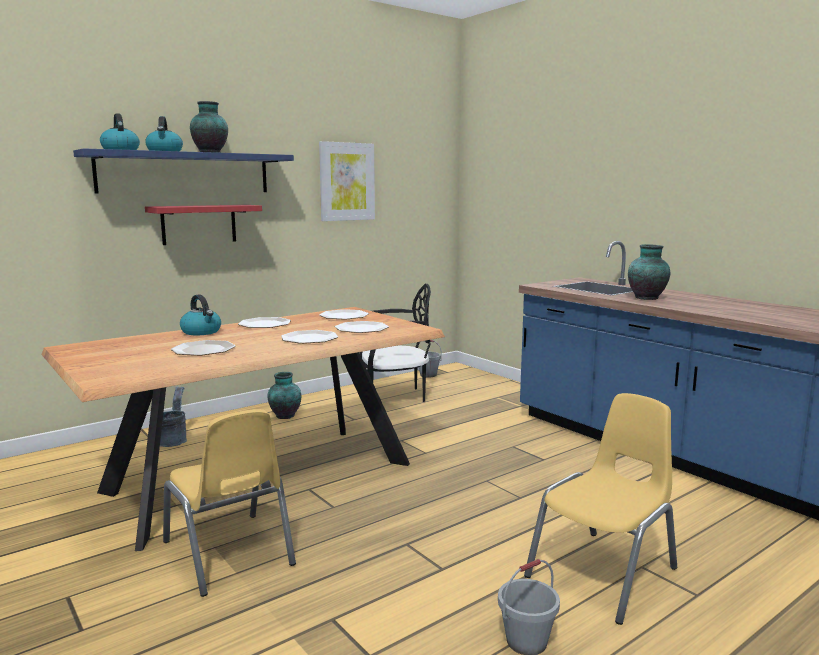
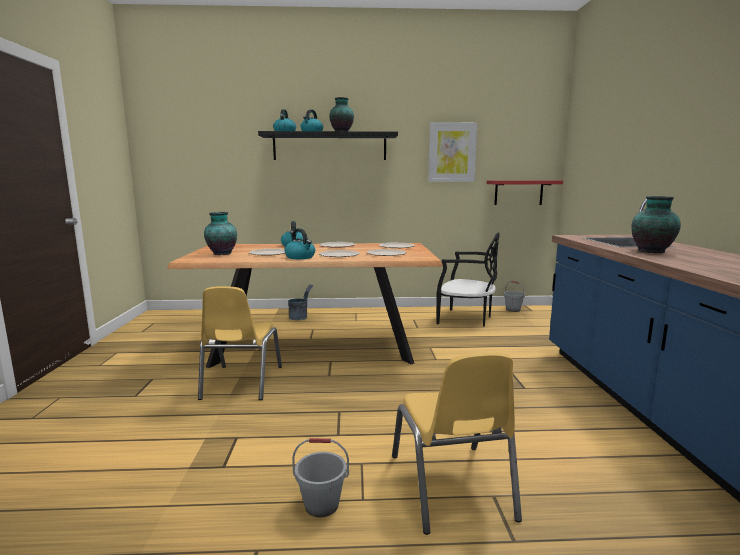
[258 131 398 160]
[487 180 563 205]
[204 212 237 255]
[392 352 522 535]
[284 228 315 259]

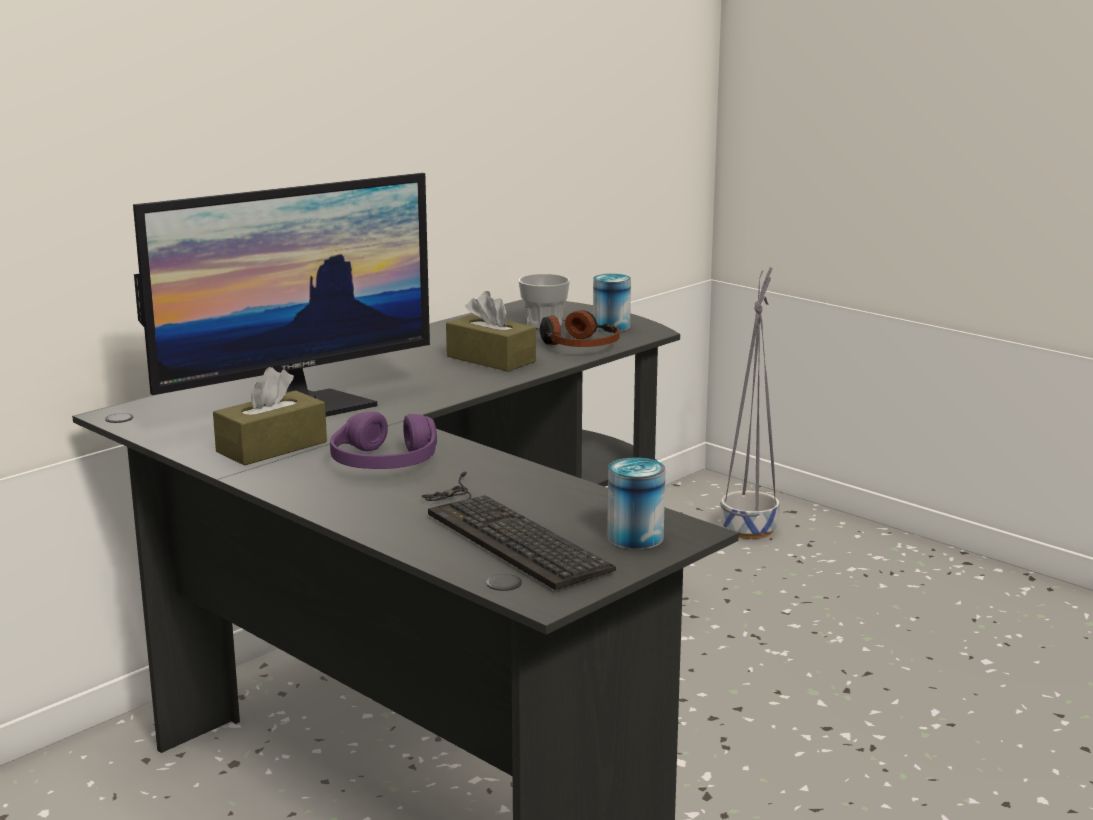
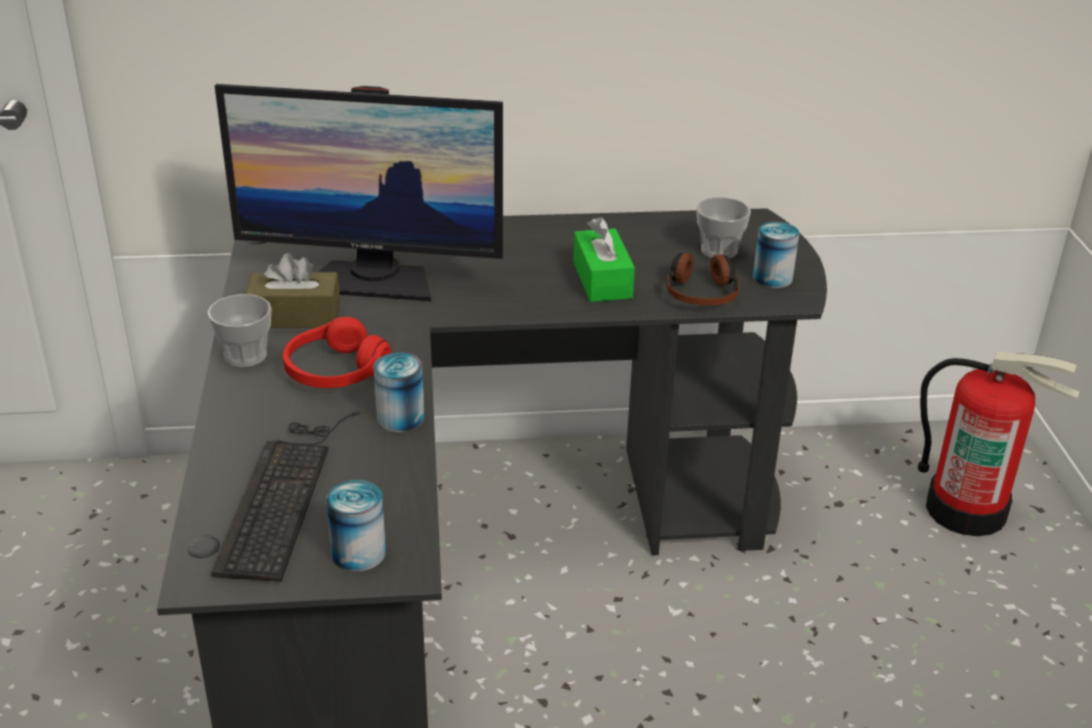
[918 351 1080 537]
[573 217 635 302]
[283 317 391 388]
[208 294 272 367]
[374 353 424 432]

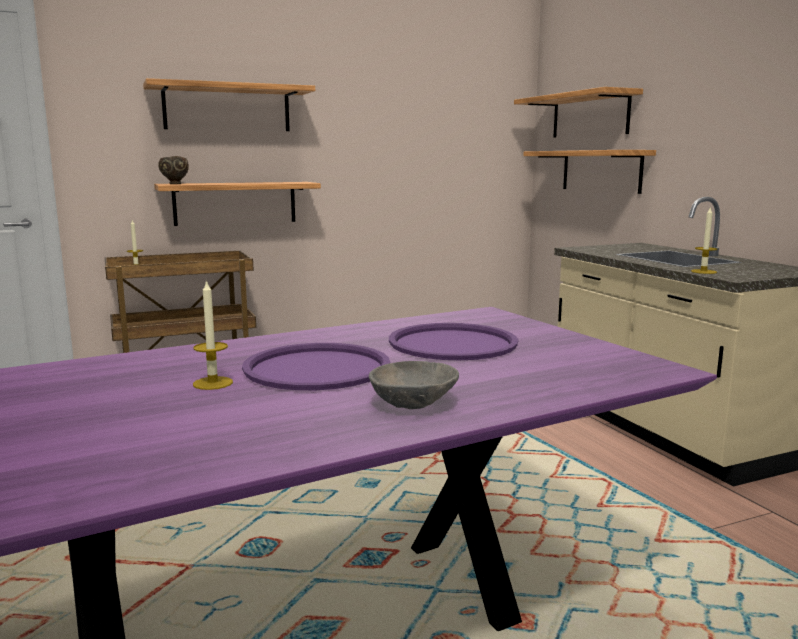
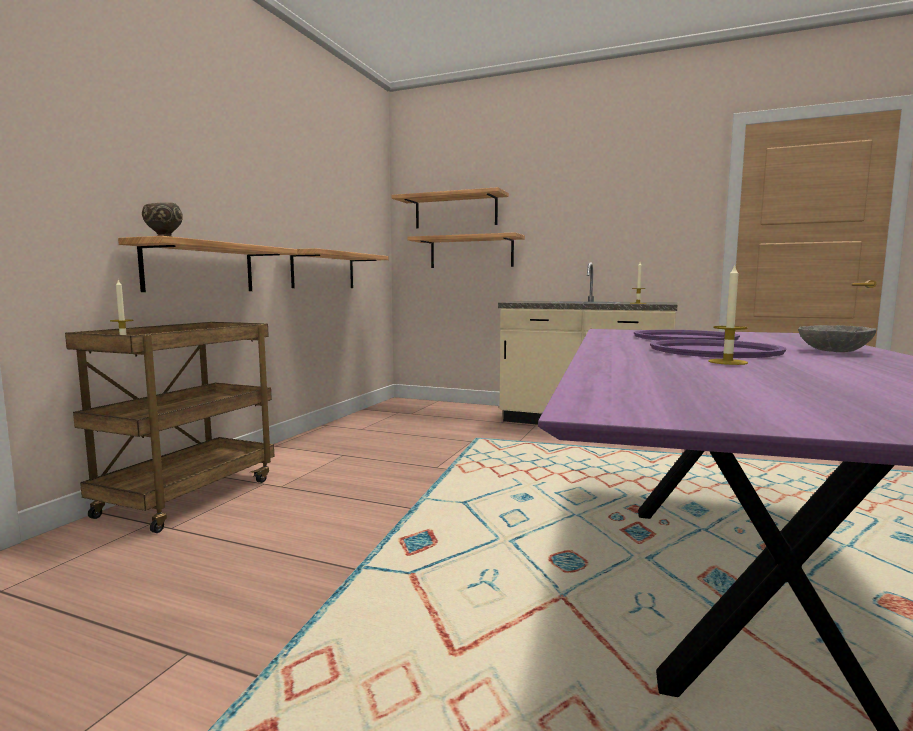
[290 248 389 288]

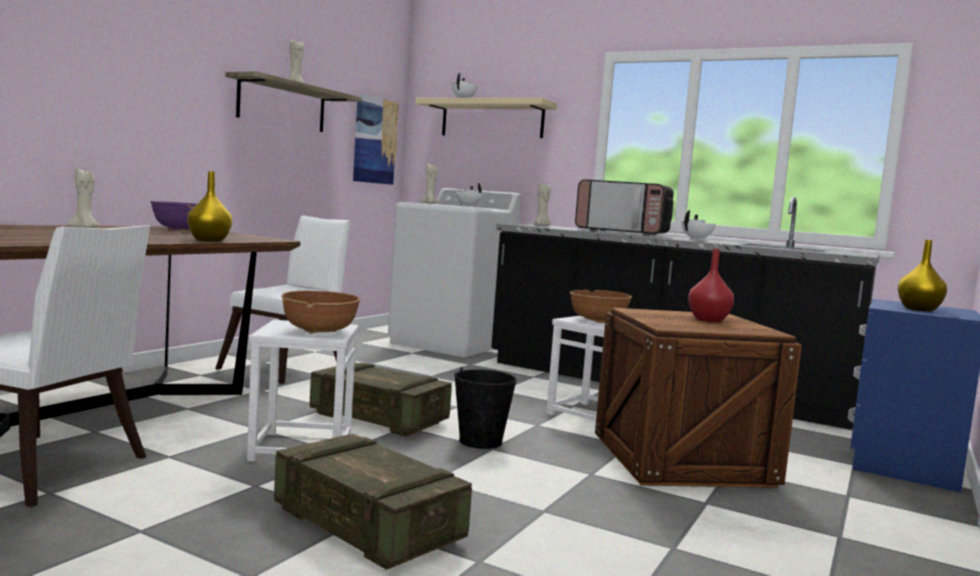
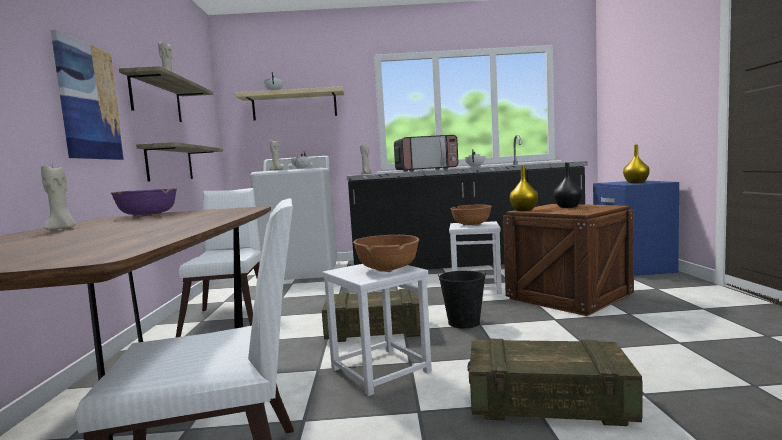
[51 30 125 160]
[510 165 538 211]
[553 163 583 208]
[136 142 223 181]

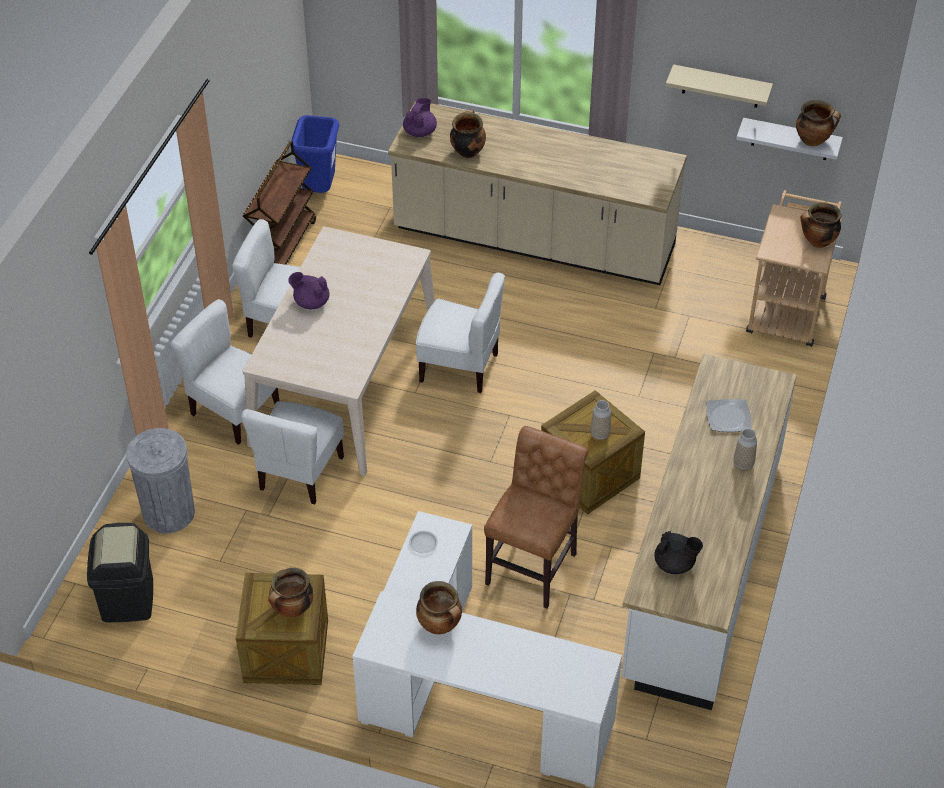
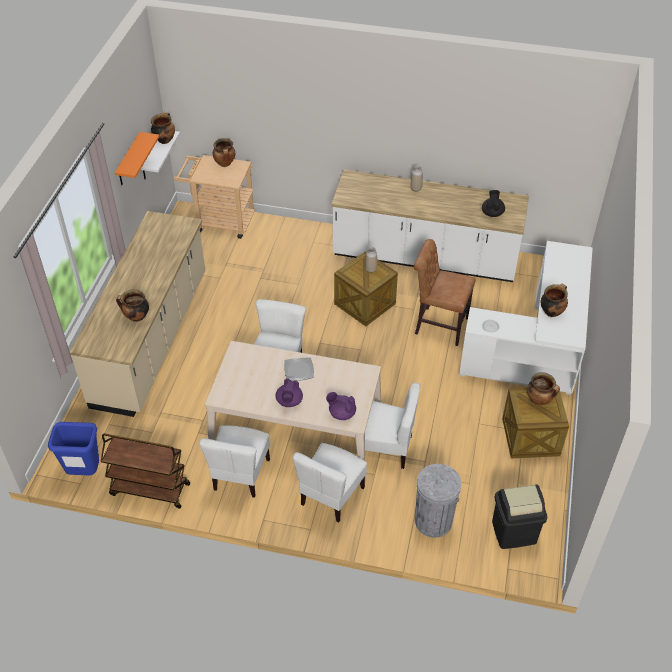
[115 132 159 185]
[326 392 356 420]
[284 357 314 381]

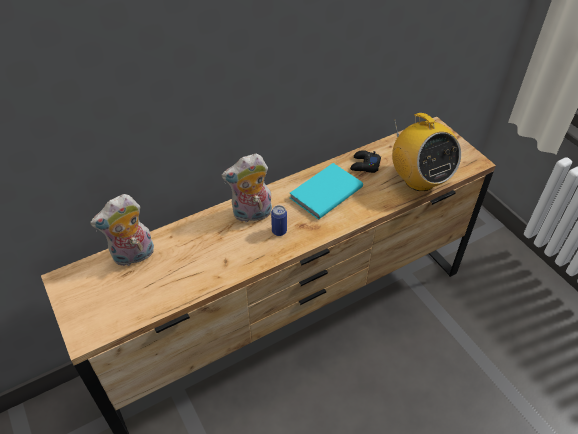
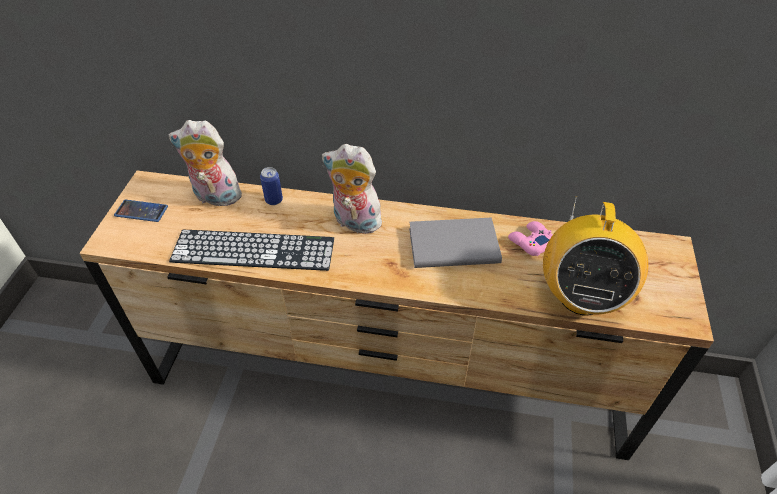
[508 221 553 256]
[409 217 502 268]
[260 167 283 205]
[114 200 168 222]
[169 230 334 271]

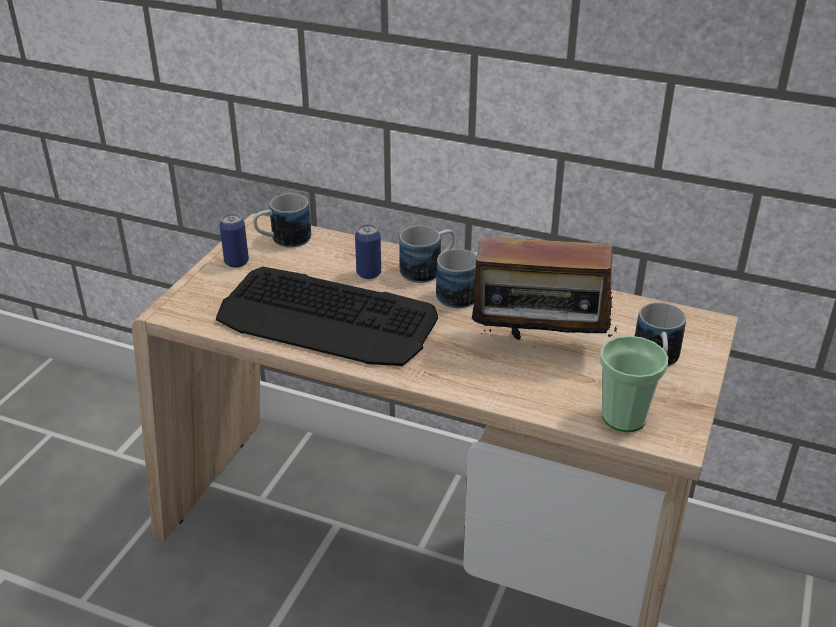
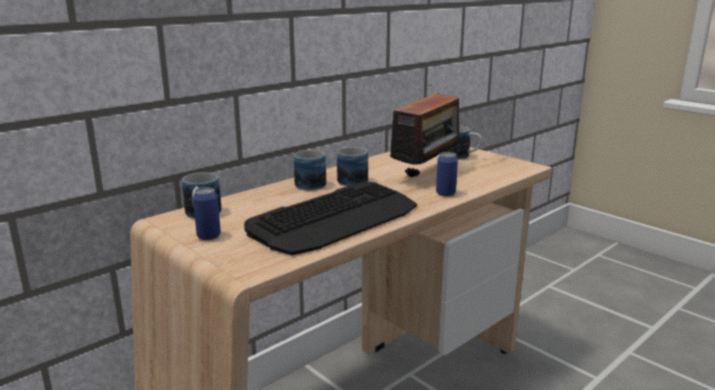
[436 152 458 196]
[600 336 668 432] (first image)

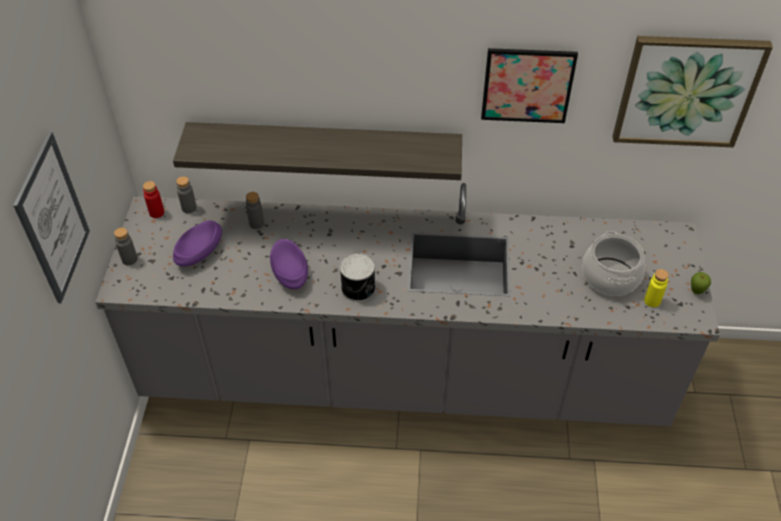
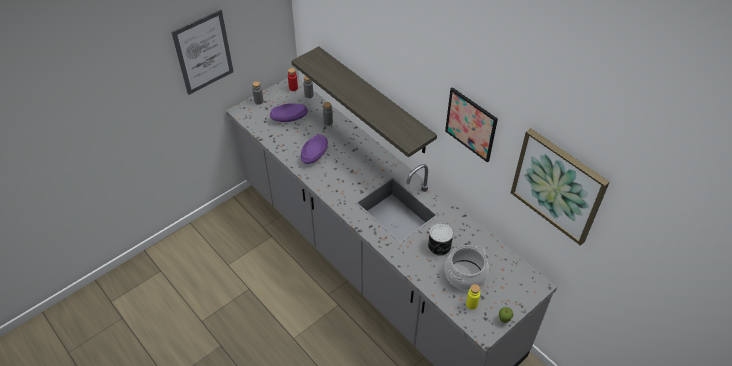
[428 223 454 256]

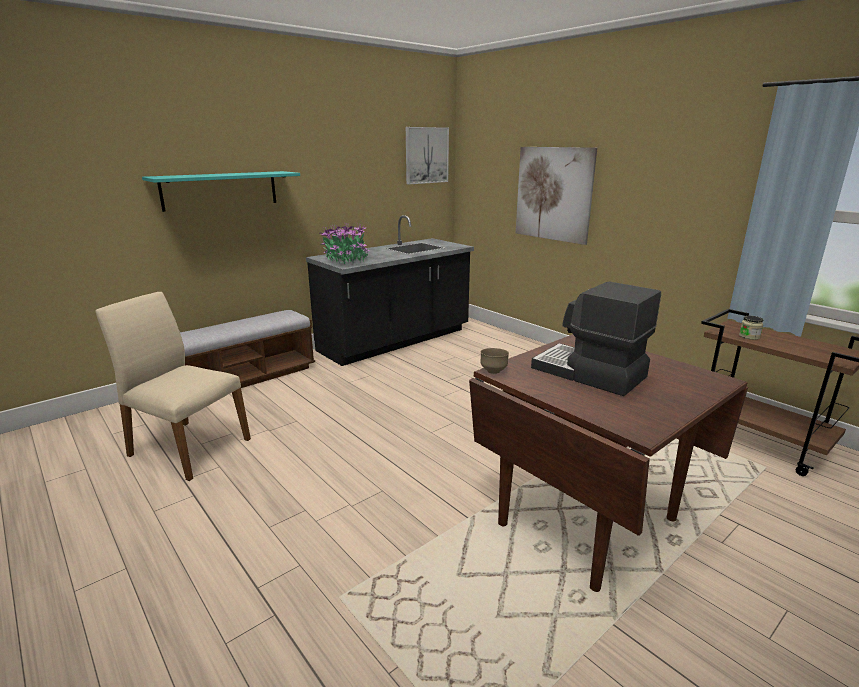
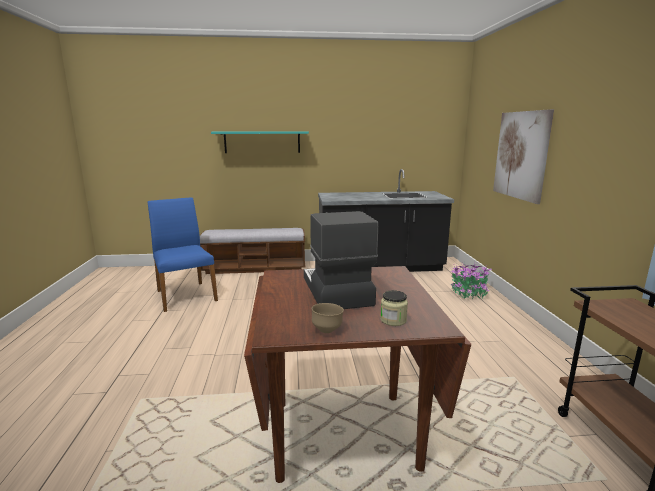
[406 127 449 184] (first image)
[451 261 492 299]
[148 197 218 312]
[381 290 408 326]
[312 303 344 333]

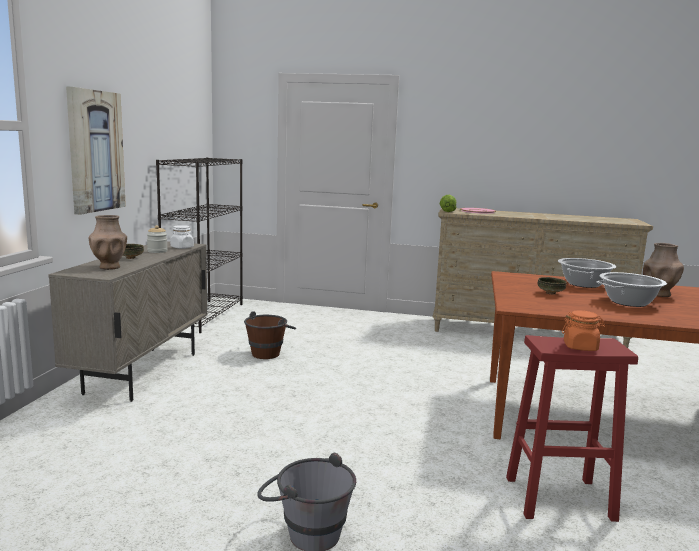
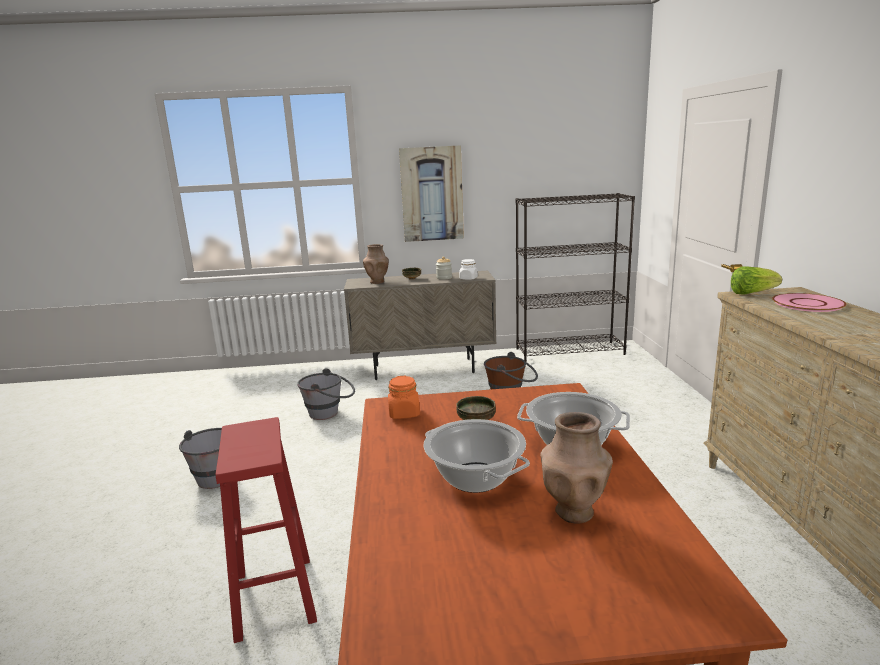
[388 376 420 419]
[297 368 355 420]

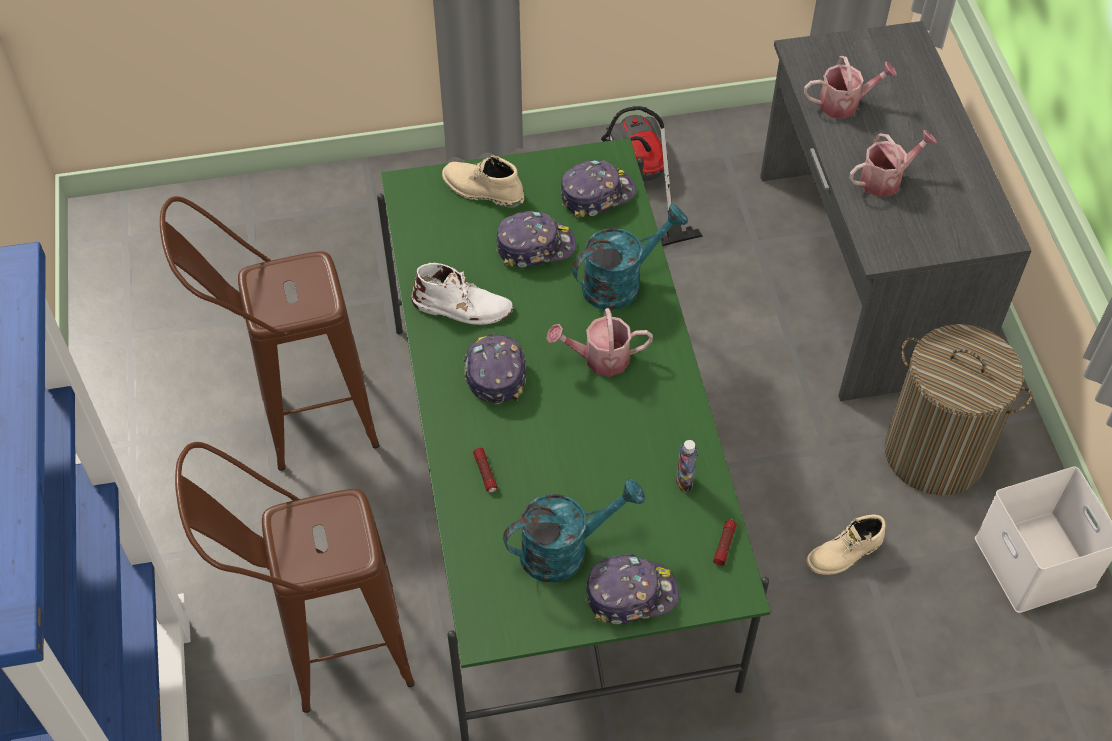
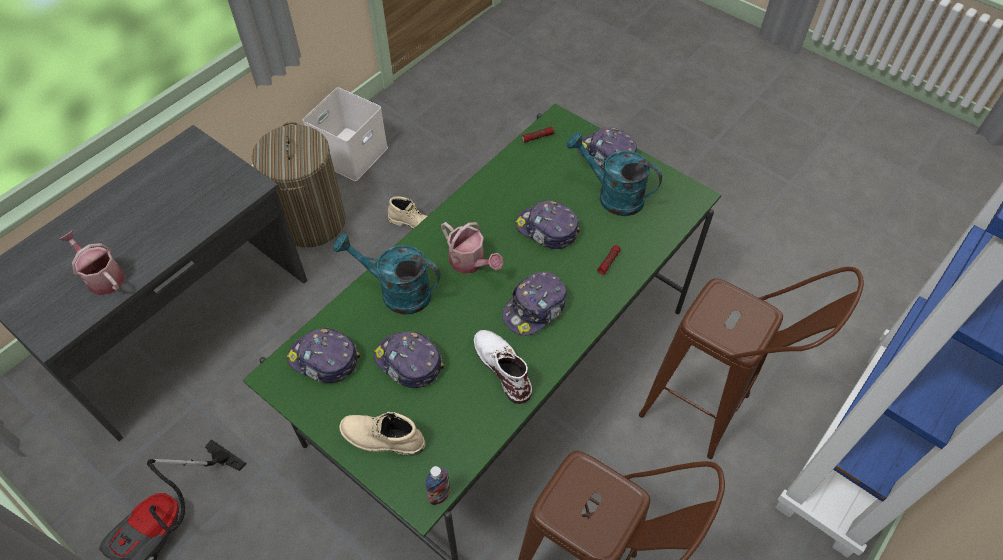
[849 130 937 197] (first image)
[339 412 425 456]
[426 466 450 505]
[515 201 580 249]

